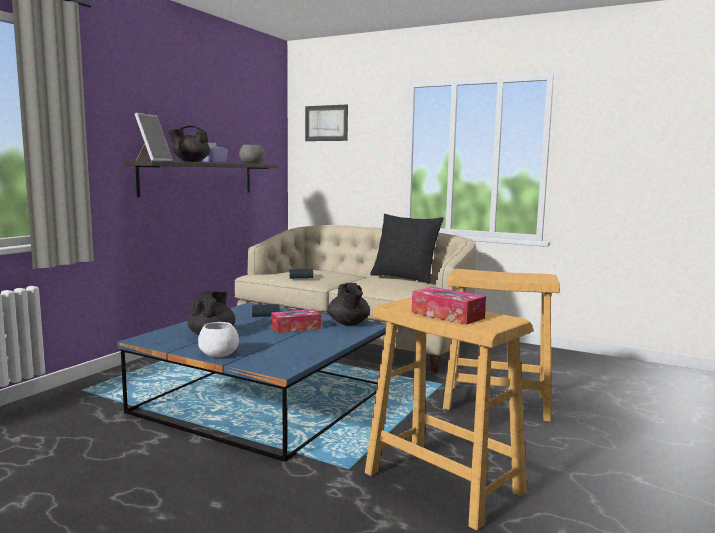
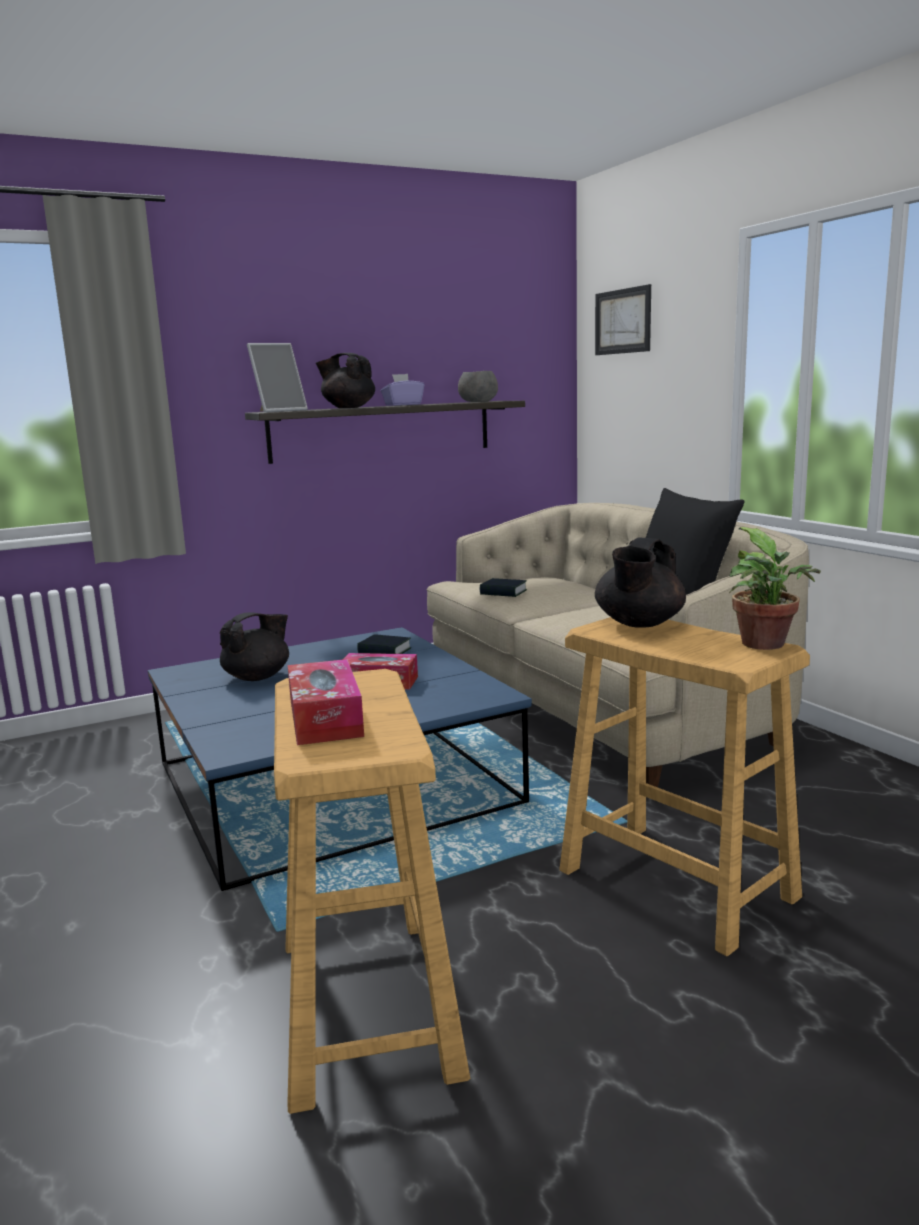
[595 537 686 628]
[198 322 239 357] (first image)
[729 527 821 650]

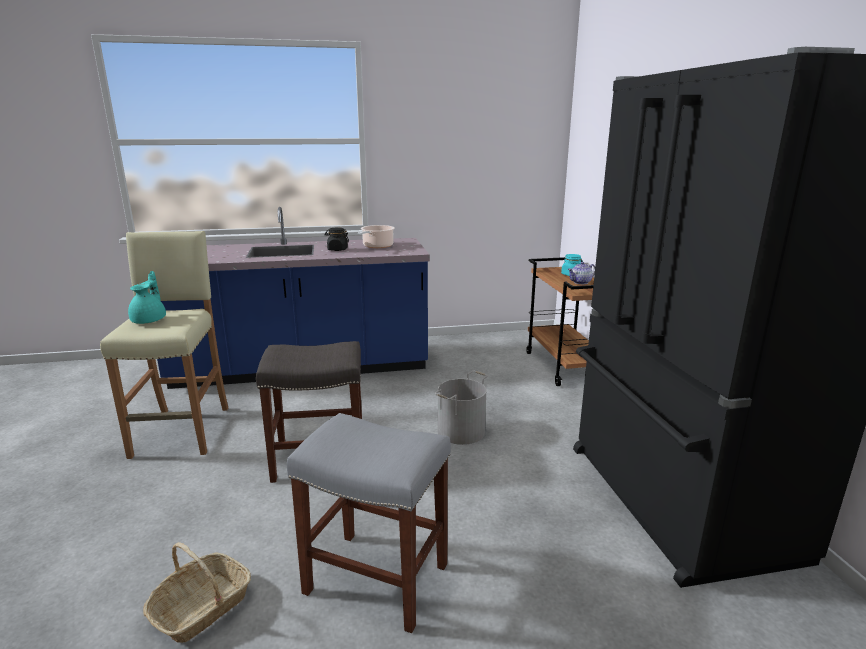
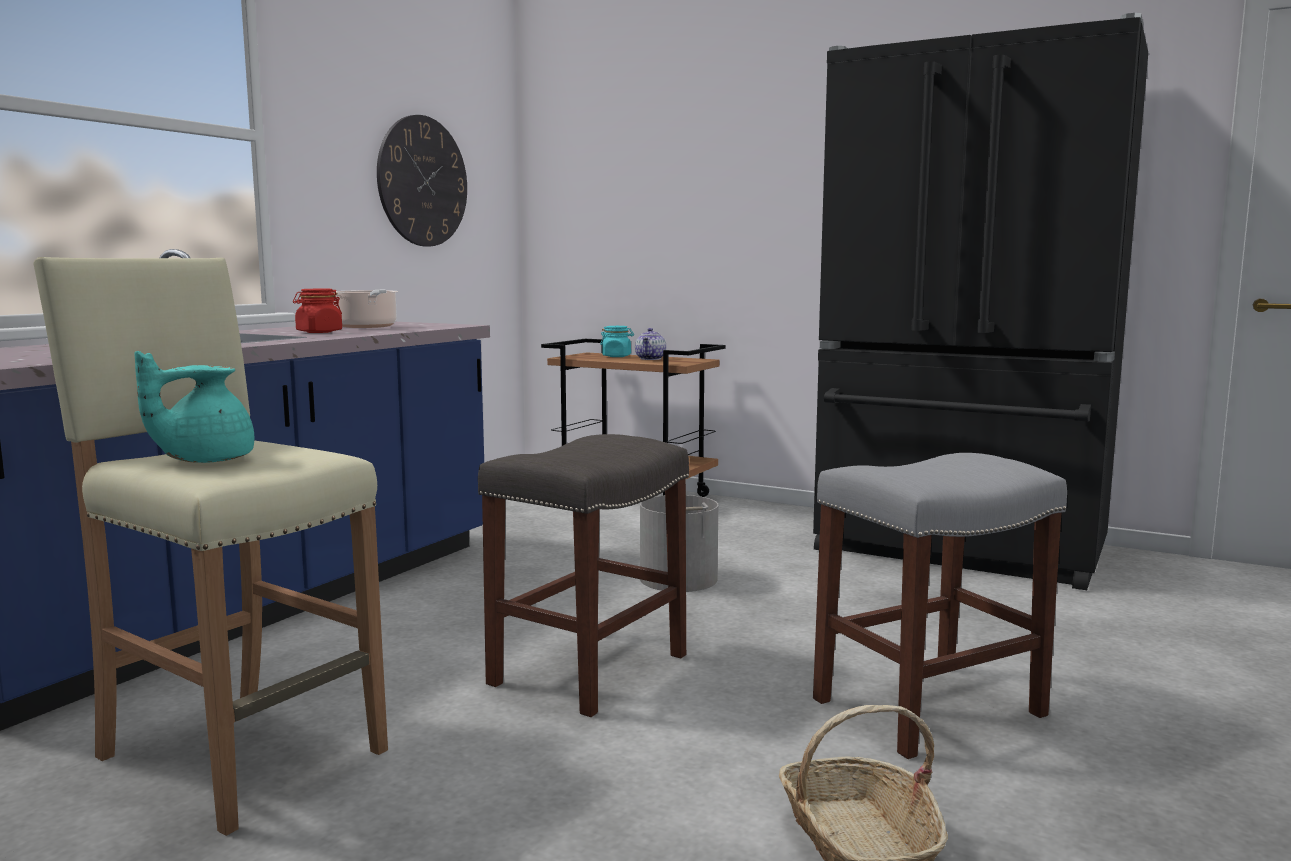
[293 289 342 333]
[134 351 254 463]
[377 115 467 247]

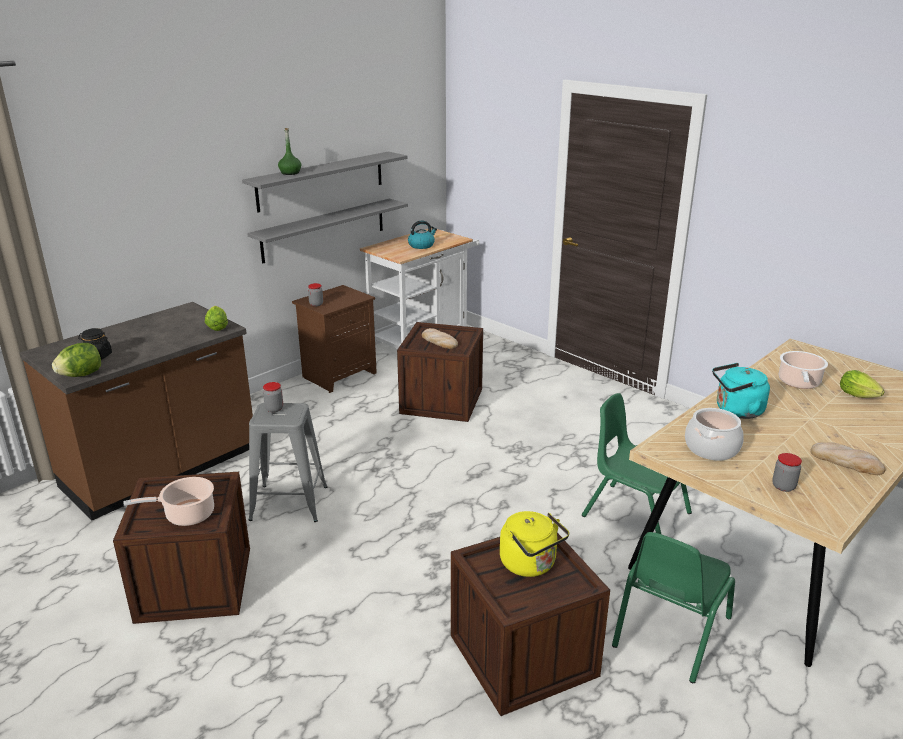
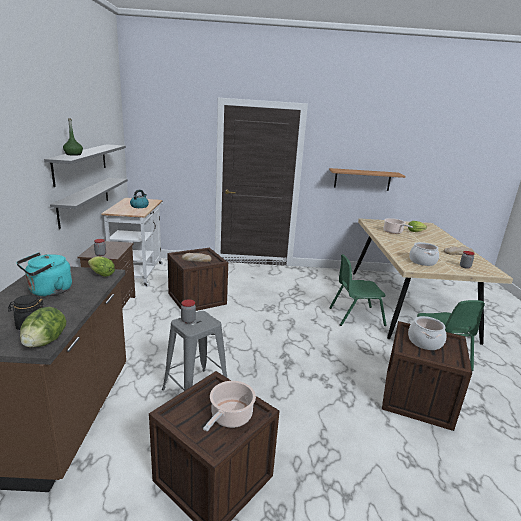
[16 252 72 296]
[408 316 447 350]
[329 168 405 191]

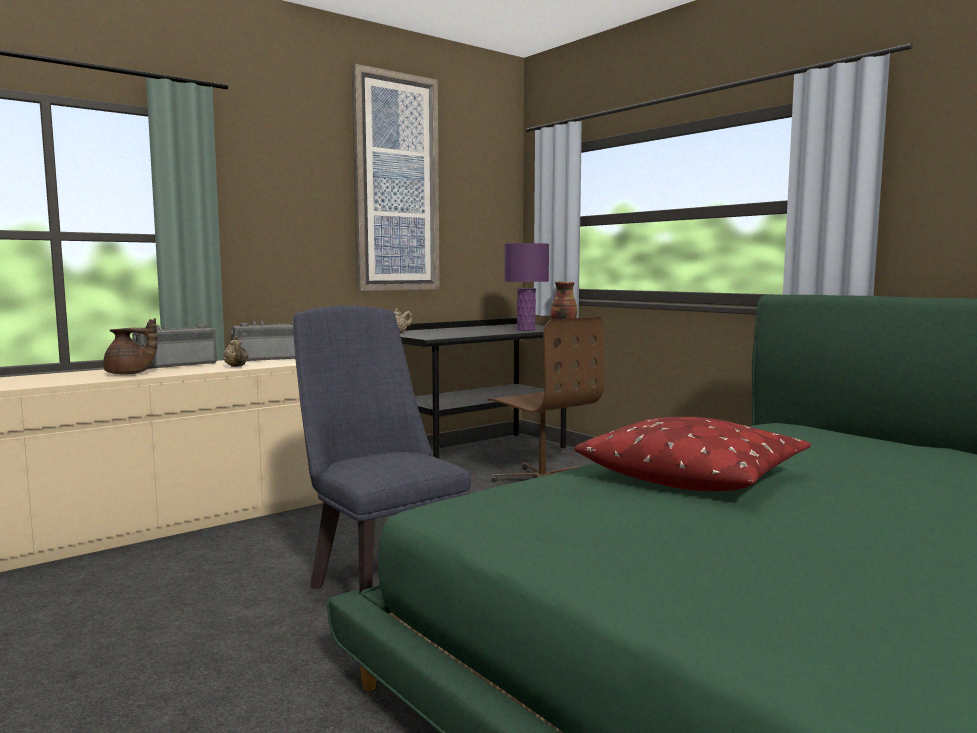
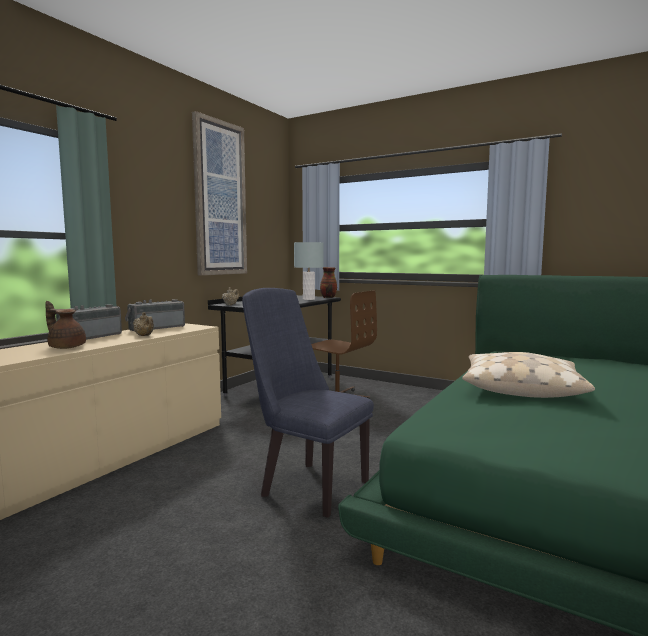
[294 242 323 300]
[45 301 86 349]
[462 352 595 398]

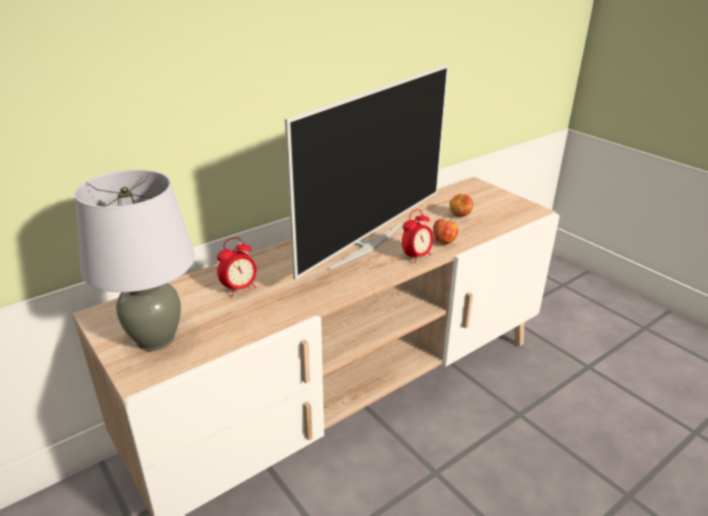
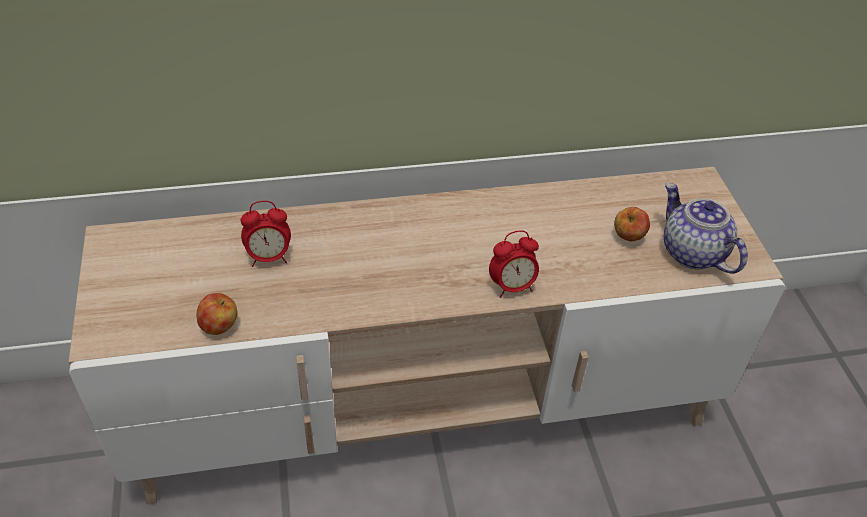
[285 64 449 280] (first image)
[74 170 195 351] (first image)
[196 293 238 335]
[664 183 748 274]

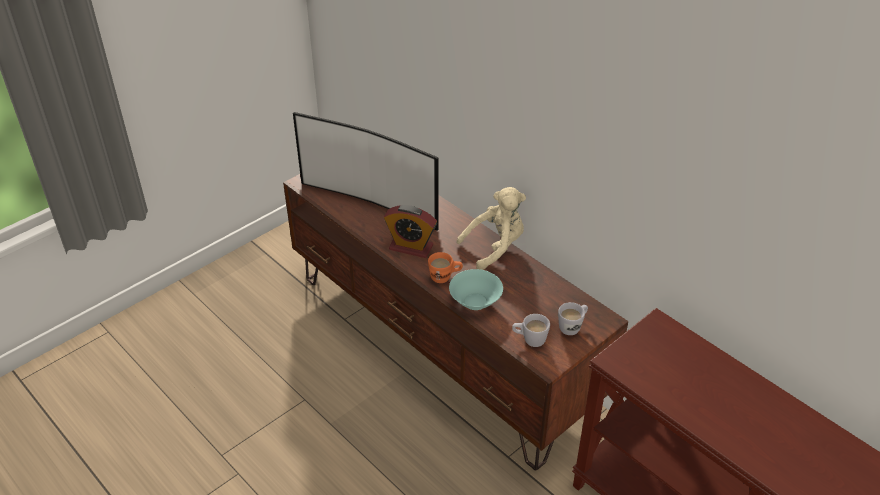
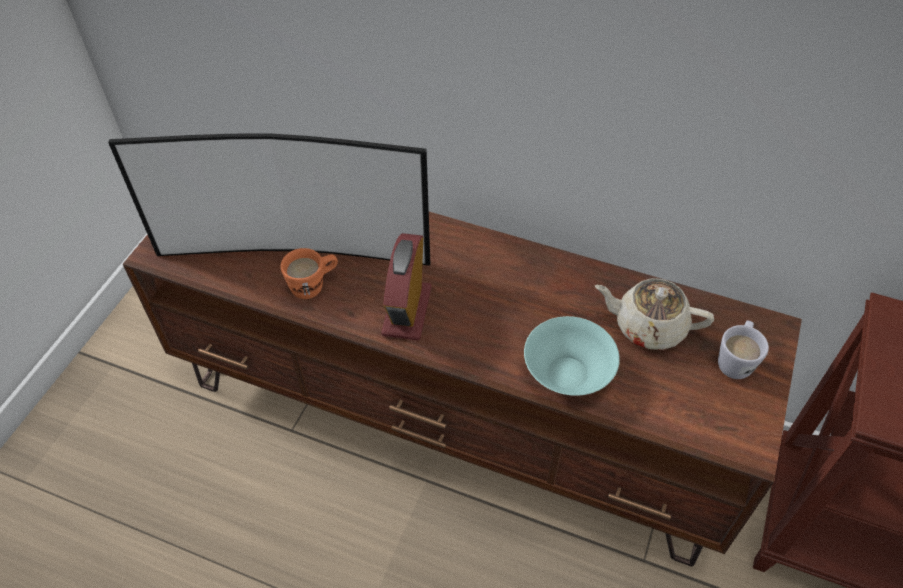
[456 187 526 270] (first image)
[381 233 431 340]
[281 248 338 299]
[512 314 550 347] (first image)
[595 278 714 350]

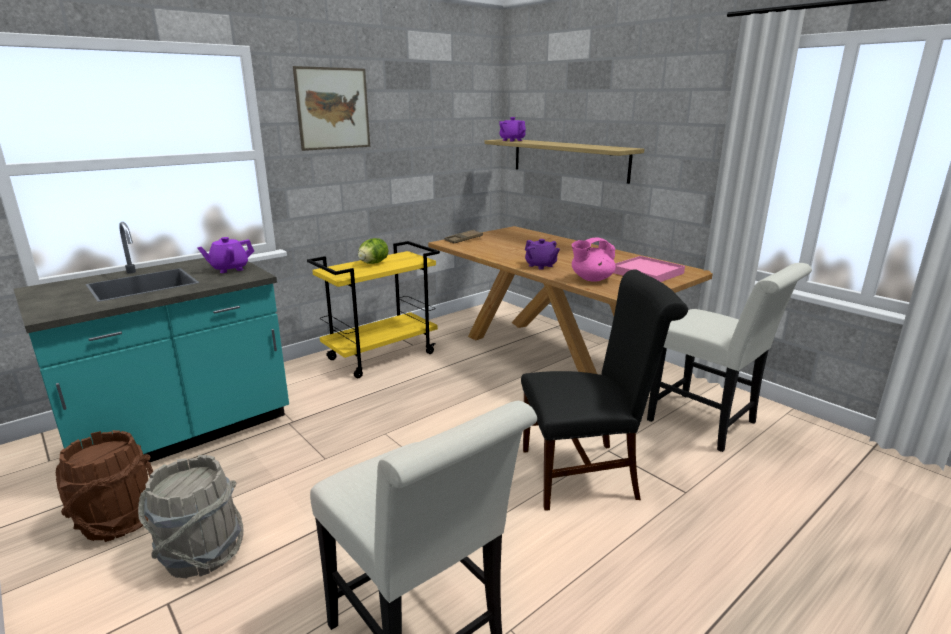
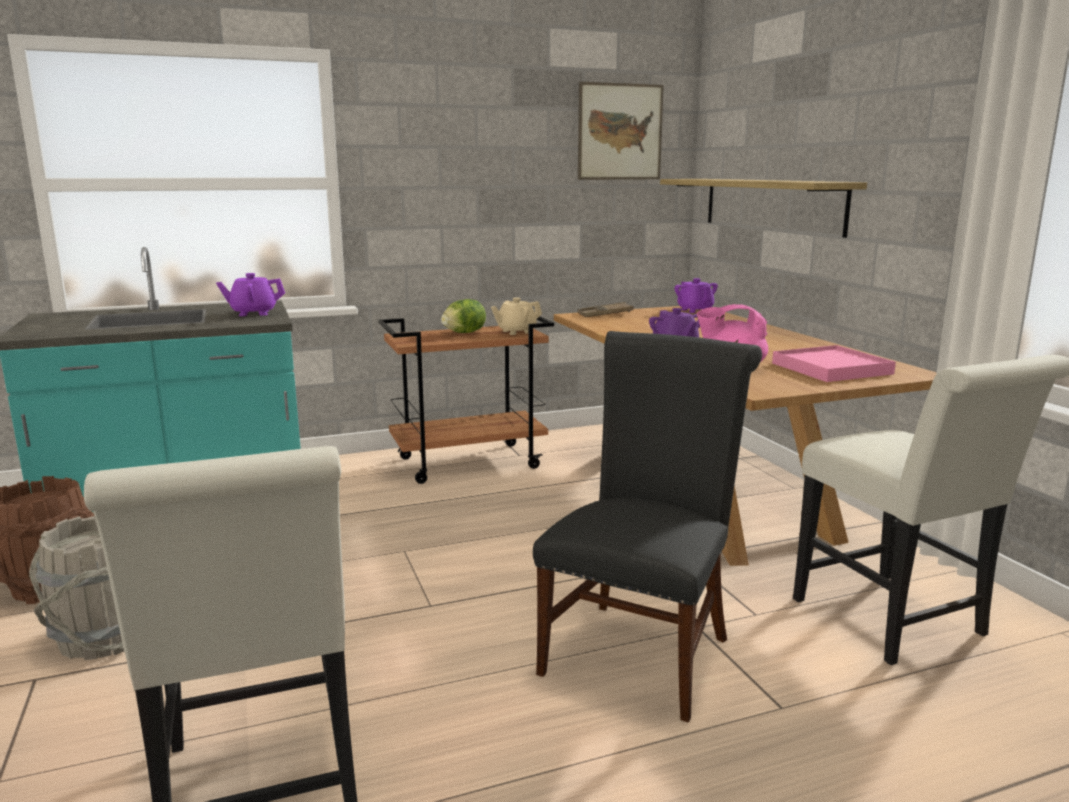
[578 82 664 180]
[675 278 718 313]
[378 317 554 484]
[533 331 762 722]
[491 298 542 335]

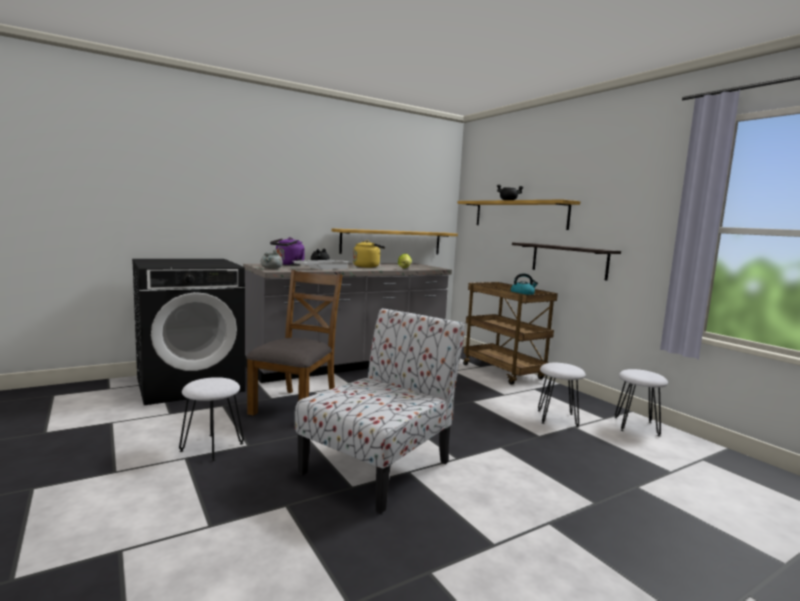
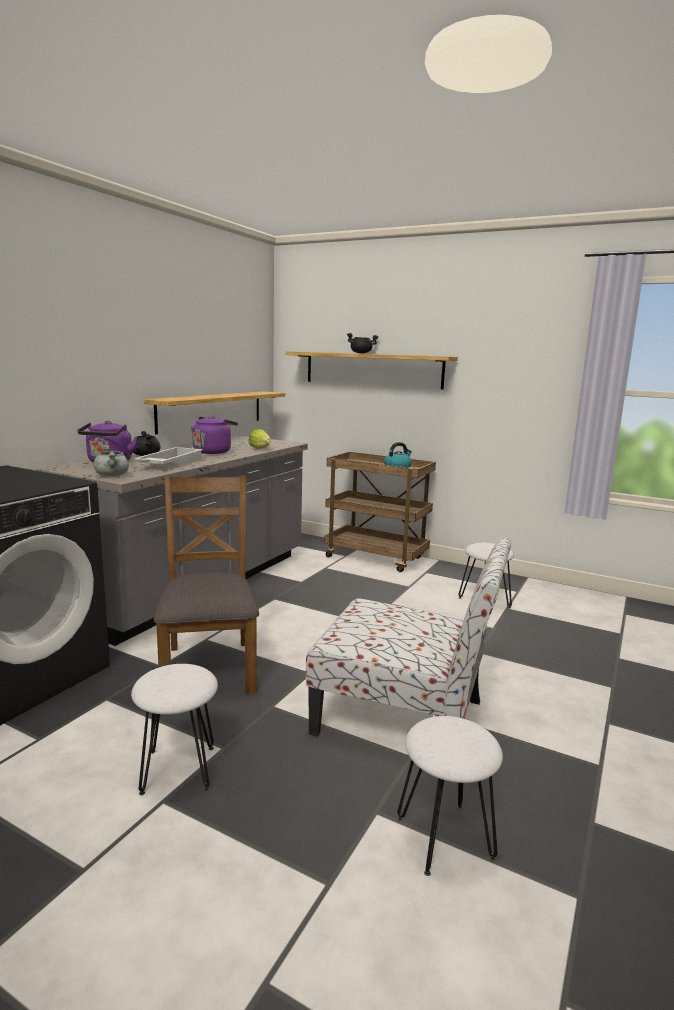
[191 416 238 454]
[512 243 621 281] (first image)
[306 538 511 737]
[397 716 503 876]

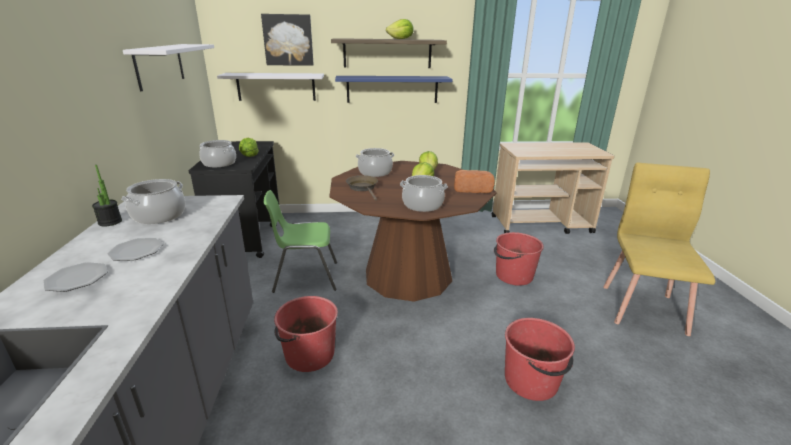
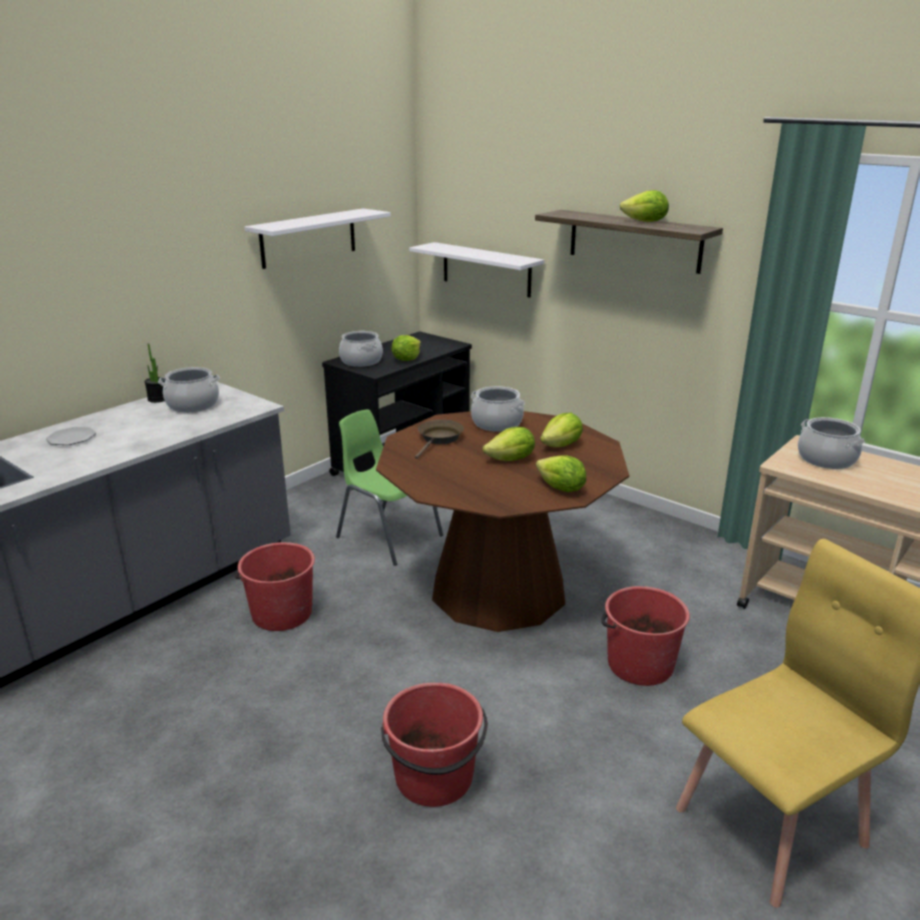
[261 14 314 66] (first image)
[335 76 453 103] (first image)
[536 455 586 492]
[798 417 865 469]
[107 238 163 261] (first image)

